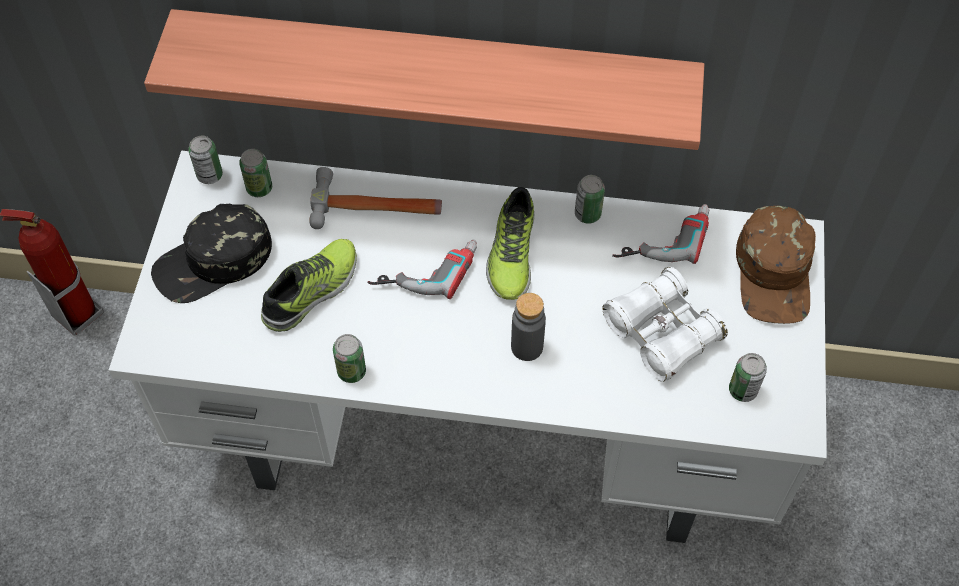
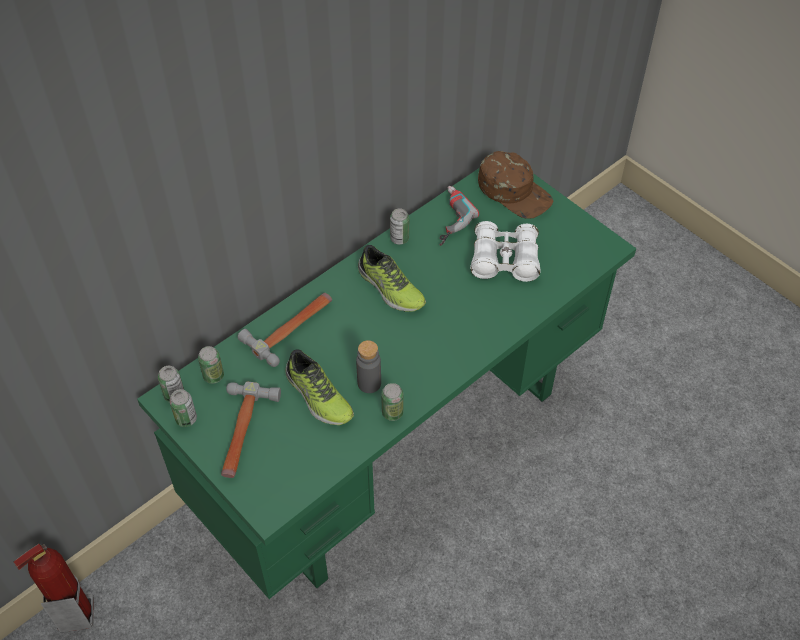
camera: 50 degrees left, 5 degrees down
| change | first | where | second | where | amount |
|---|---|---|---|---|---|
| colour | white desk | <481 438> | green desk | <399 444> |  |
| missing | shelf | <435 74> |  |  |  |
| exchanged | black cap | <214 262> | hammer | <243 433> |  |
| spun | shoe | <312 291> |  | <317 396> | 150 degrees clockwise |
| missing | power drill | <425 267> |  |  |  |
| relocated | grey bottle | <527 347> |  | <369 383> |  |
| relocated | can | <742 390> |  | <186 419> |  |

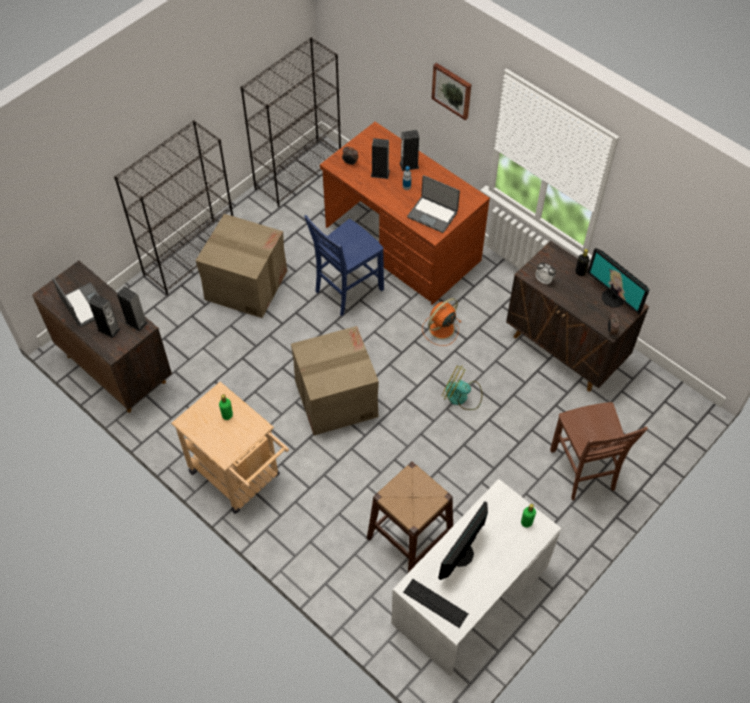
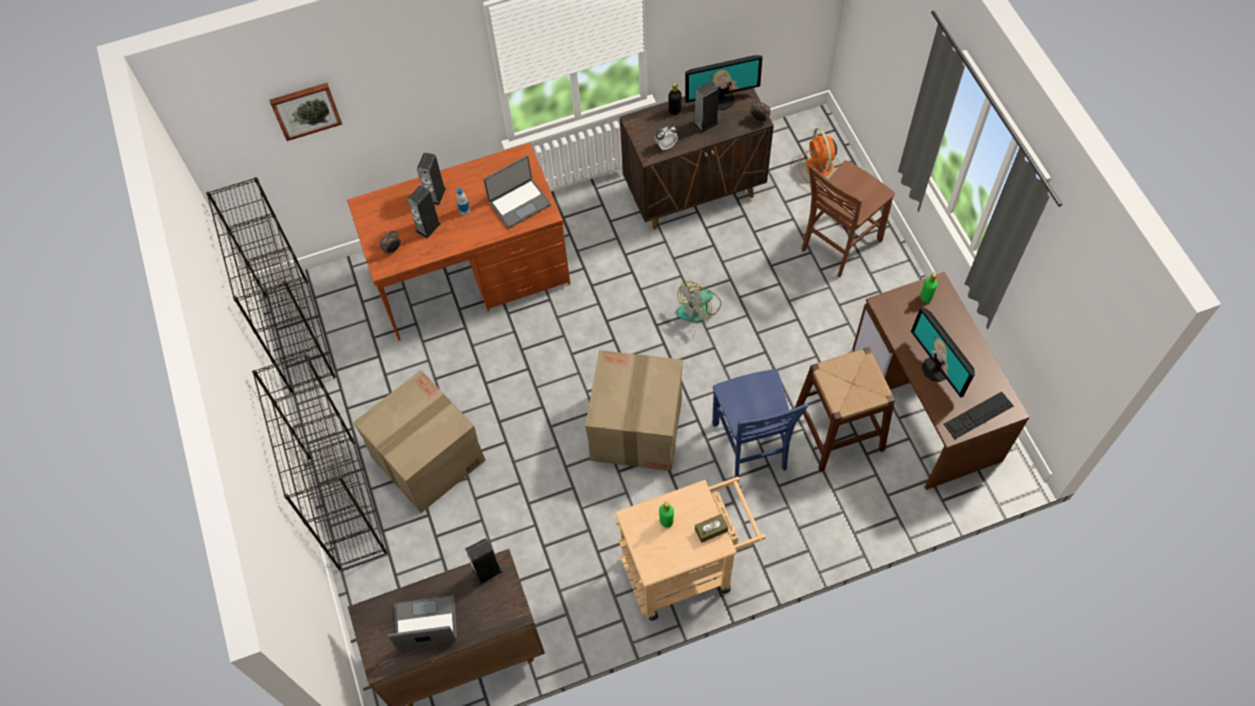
camera: 60 degrees left, 5 degrees up
| change | first | where | second | where | amount |
|---|---|---|---|---|---|
| relocated | speaker | <109 329> |  | <705 123> |  |
| relocated | blue chair | <347 290> |  | <750 447> |  |
| colour | white desk | <471 596> | brown desk | <927 404> |  |
| relocated | orange fan | <440 329> |  | <819 168> |  |
| relocated | picture | <452 90> |  | <306 110> |  |
| spun | brown chair | <583 471> |  | <838 245> | 120 degrees clockwise |
| appeared |  |  | brown tissue box | <711 530> |  |

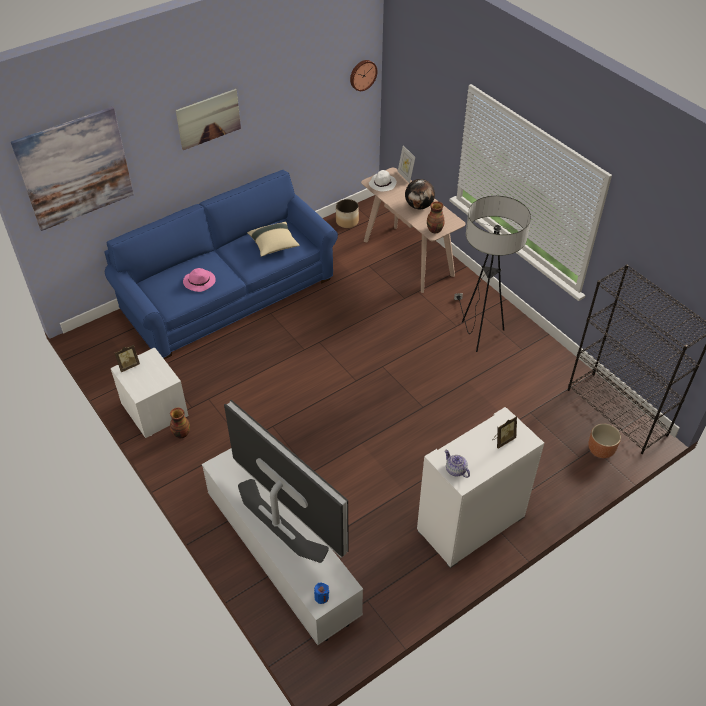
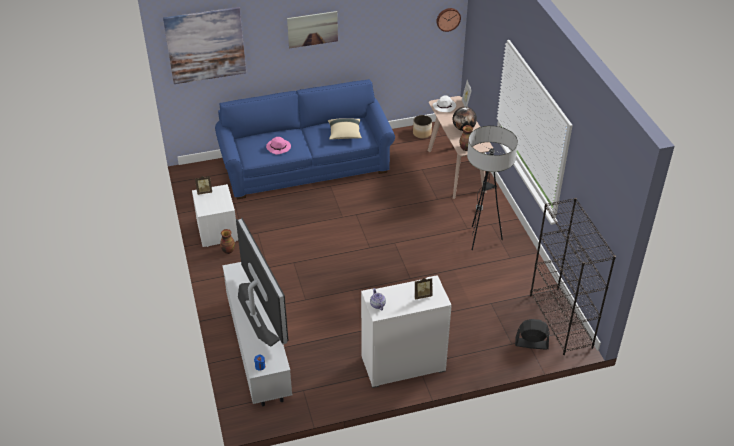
camera: 20 degrees right, 5 degrees down
| change | first | where | second | where | amount |
|---|---|---|---|---|---|
| exchanged | brown planter | <600 450> | black fan | <531 343> |  |

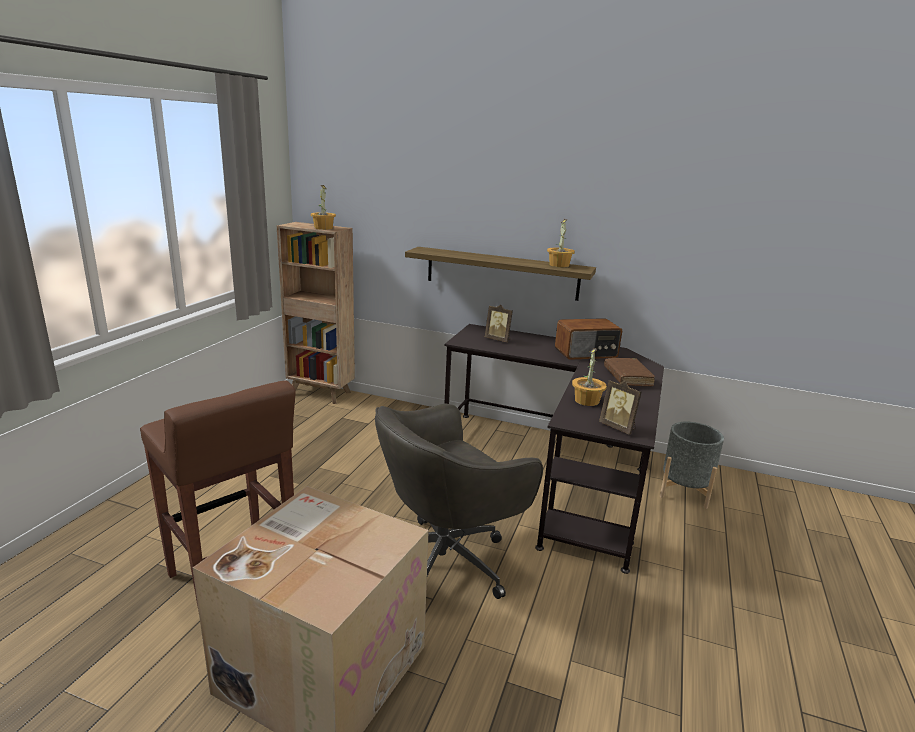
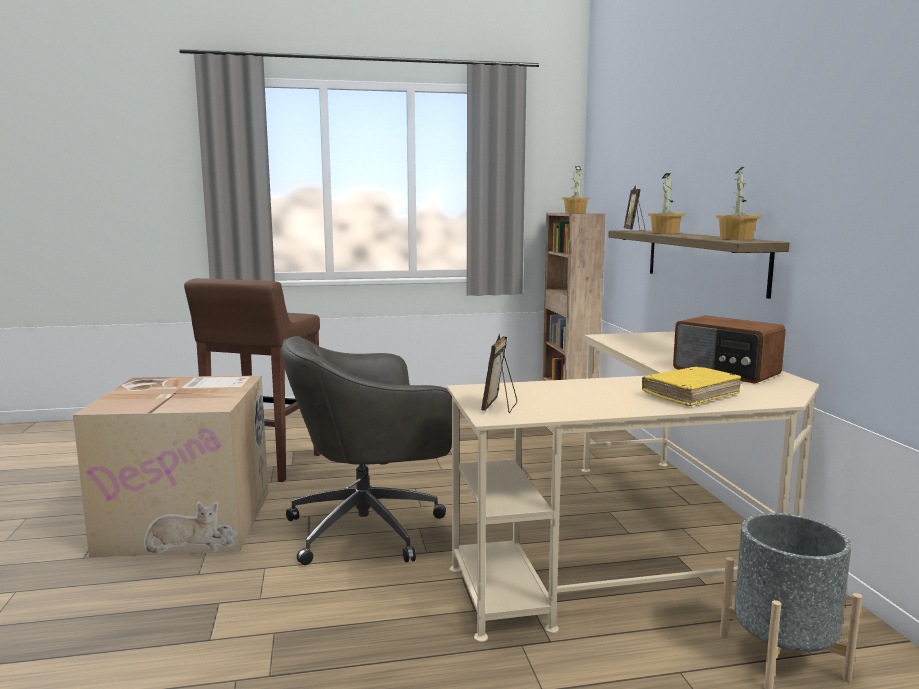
camera: 60 degrees right, 10 degrees down
| change | first | where | second | where | amount |
|---|---|---|---|---|---|
| spun | grey office chair | <446 562> |  | <370 528> | 45 degrees counterclockwise |
| colour | black desk | <558 471> | beige desk | <643 543> |  |
| relocated | picture frame | <498 339> |  | <634 230> |  |
| relocated | potted plant | <587 401> |  | <665 232> |  |
| colour | brown book | <627 377> | yellow book | <690 395> |  |

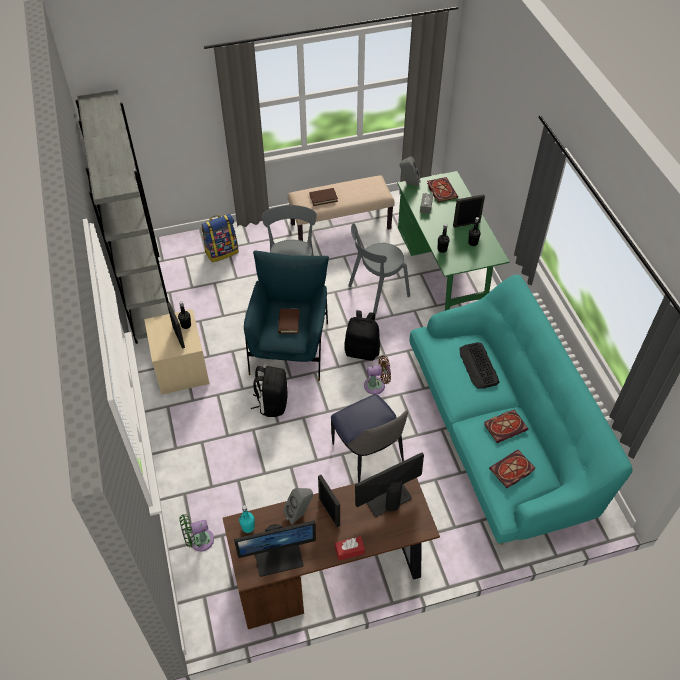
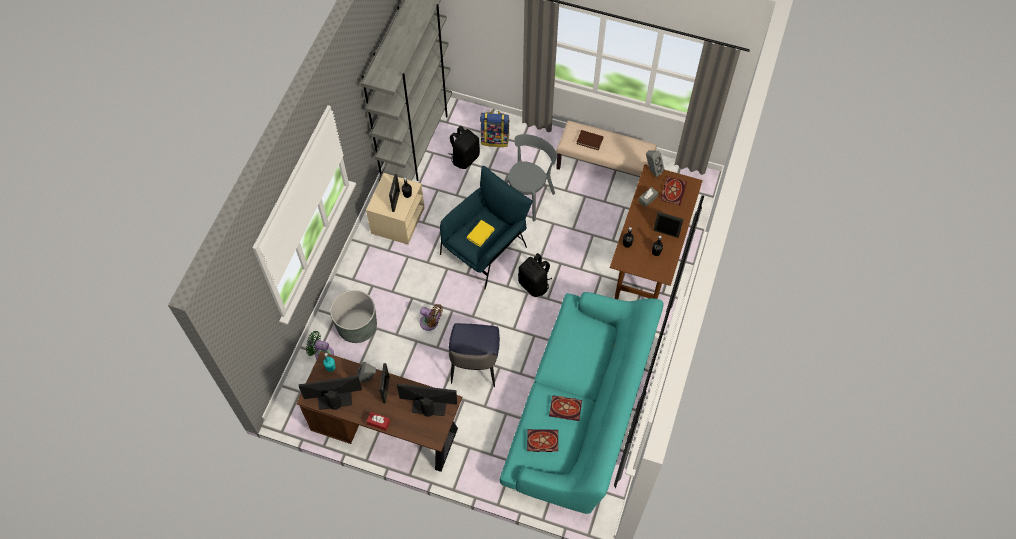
camera: 35 degrees right, 10 degrees up
| change | first | where | second | where | amount |
|---|---|---|---|---|---|
| spun | monitor | <278 557> |  | <334 398> | 150 degrees clockwise |
| relocated | black backpack | <272 403> |  | <465 158> |  |
| colour | brown book | <288 322> | yellow book | <480 234> |  |
| missing | grey chair | <376 292> |  |  |  |
| relocated | brown fan | <377 385> |  | <431 323> |  |
| colour | green desk | <443 276> | brown desk | <648 260> |  |
| missing | keyboard | <478 366> |  |  |  |
| appeared |  |  | grey planter | <357 327> |  |

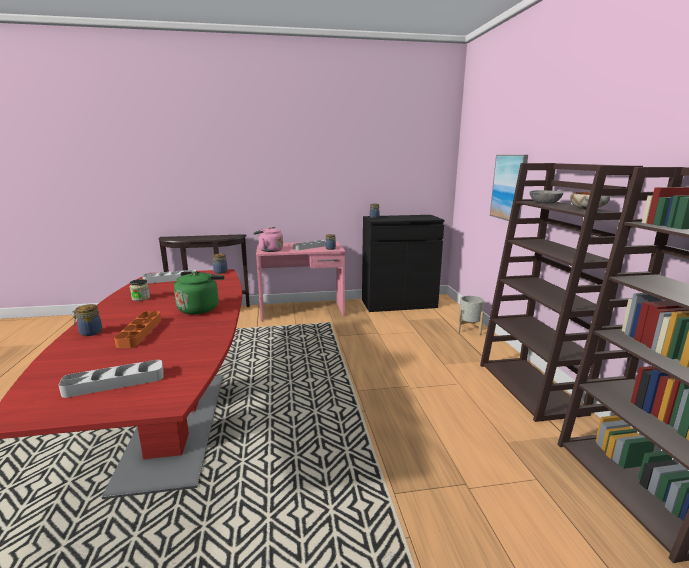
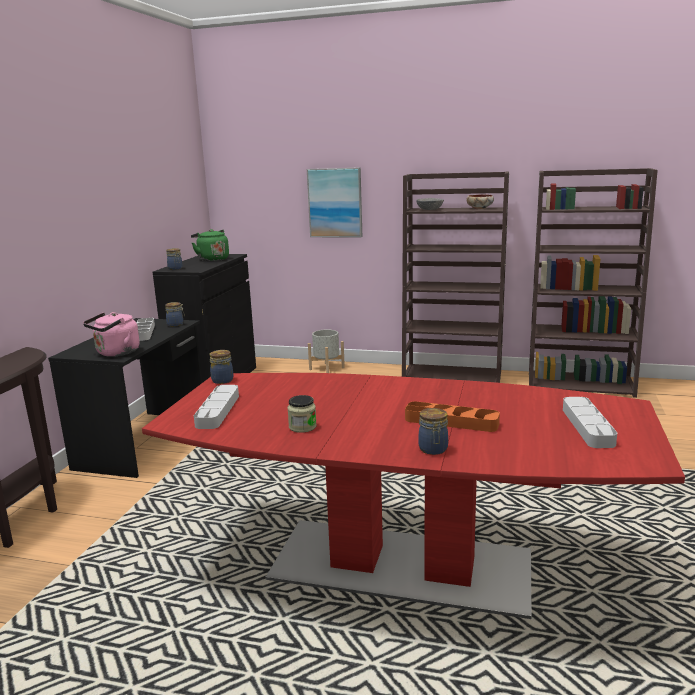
camera: 65 degrees left, 0 degrees up
| change | first | where | second | where | amount |
|---|---|---|---|---|---|
| relocated | green kettle | <200 308> |  | <212 259> |  |
| colour | pink desk | <302 311> | black desk | <145 441> |  |

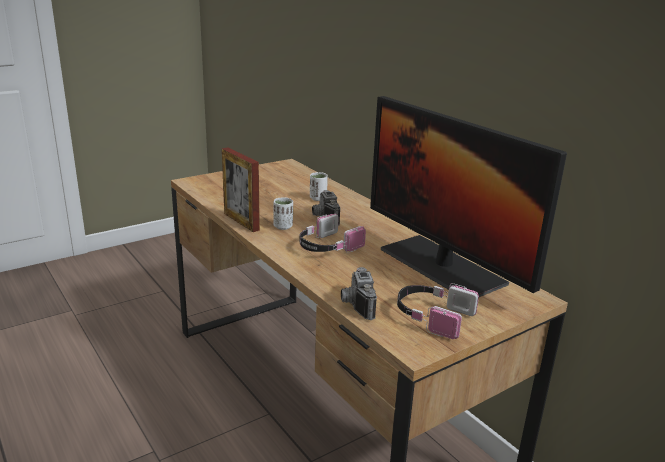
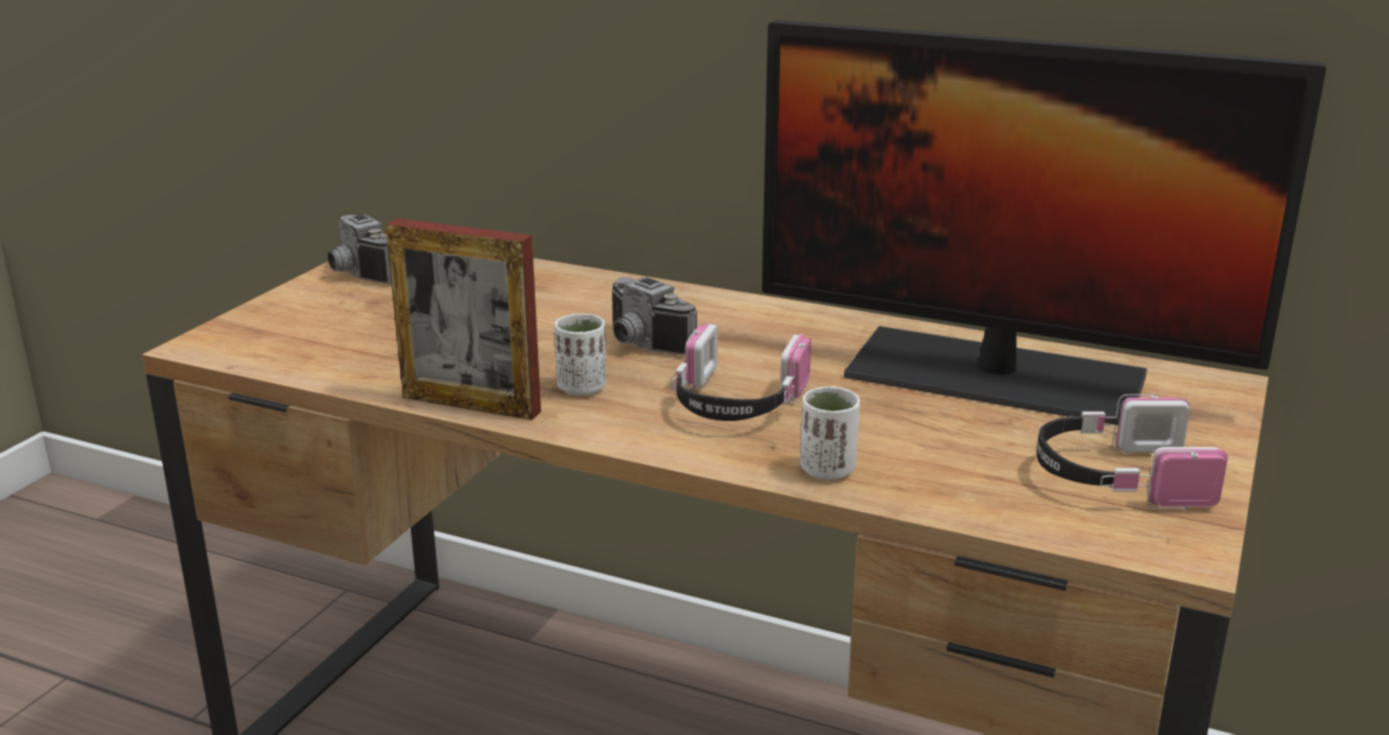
camera: 30 degrees left, 0 degrees up
| change | first | where | second | where | amount |
|---|---|---|---|---|---|
| relocated | white cup | <318 198> |  | <827 470> |  |
| relocated | photo camera | <355 305> |  | <357 275> |  |

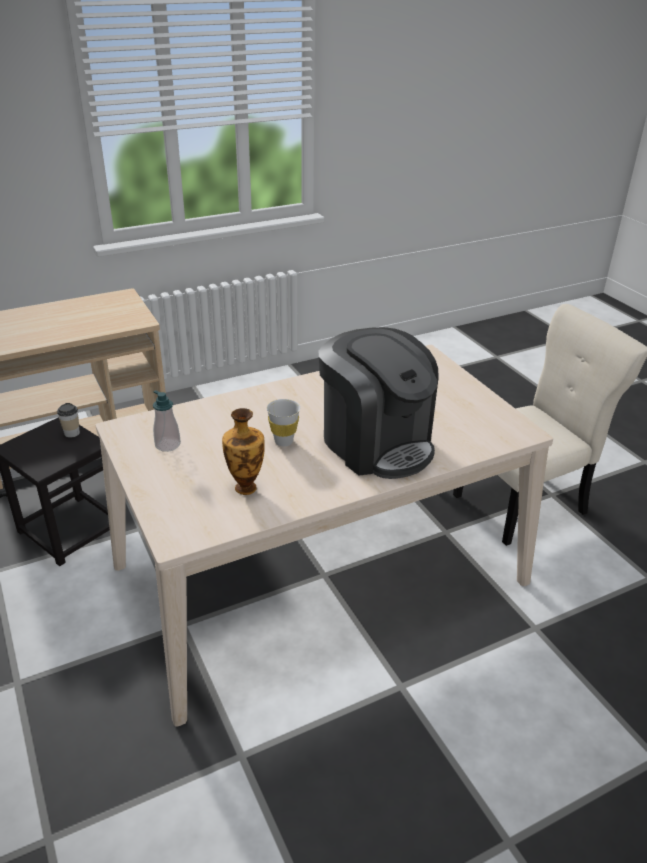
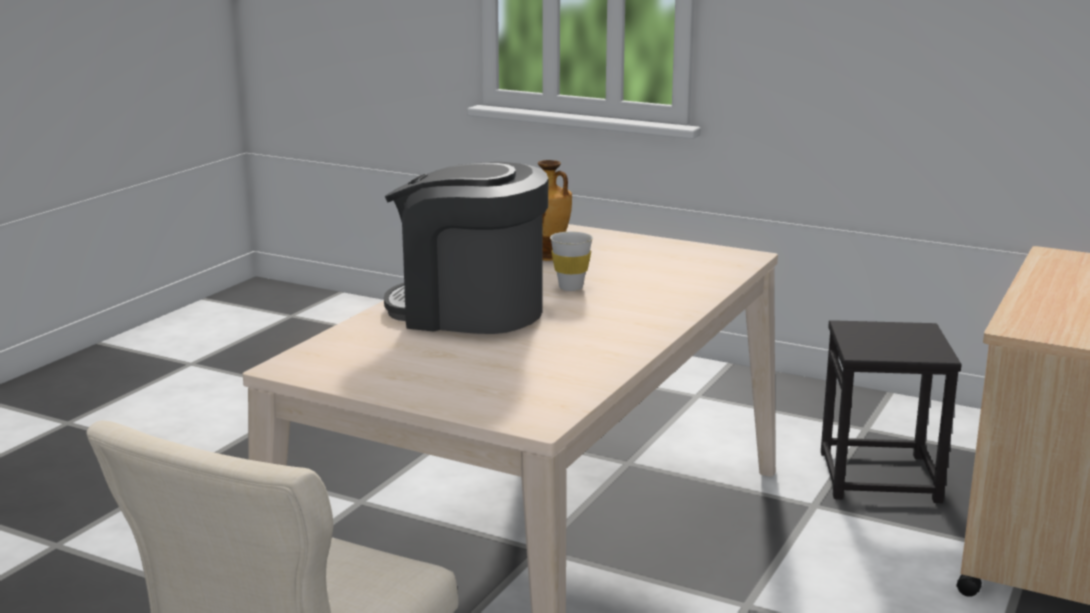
camera: 145 degrees right, 15 degrees down
| change | first | where | second | where | amount |
|---|---|---|---|---|---|
| missing | cup | <72 433> |  |  |  |
| missing | soap dispenser | <167 445> |  |  |  |

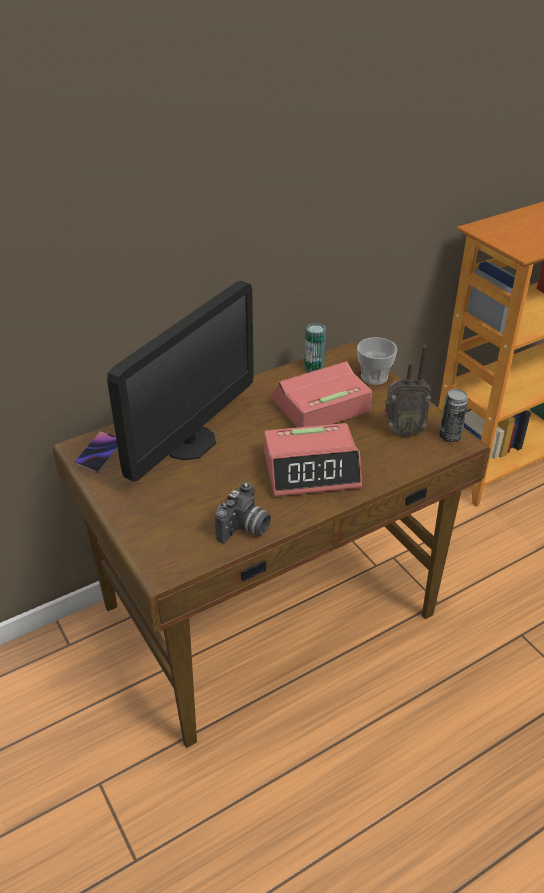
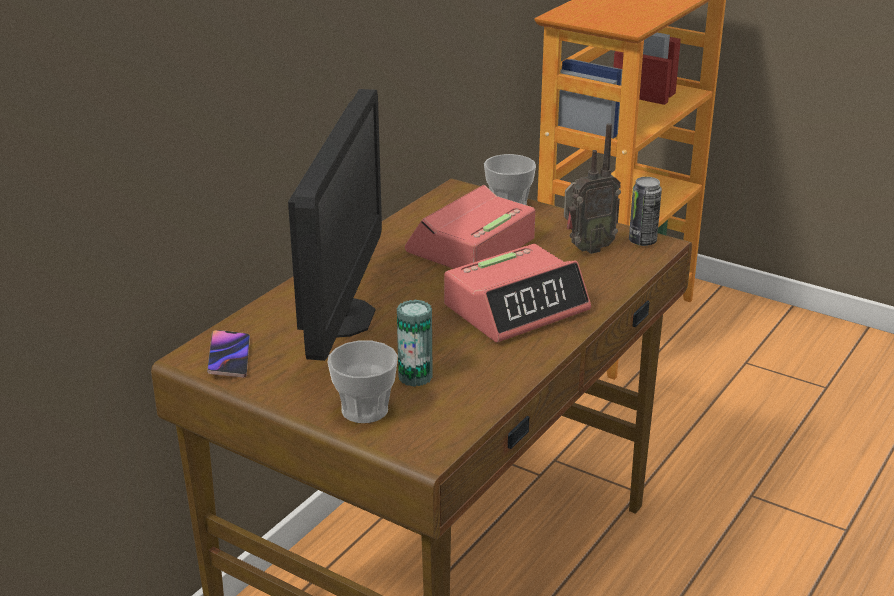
camera: 25 degrees left, 10 degrees down
| change | first | where | second | where | amount |
|---|---|---|---|---|---|
| missing | photo camera | <245 529> |  |  |  |
| relocated | can | <314 368> |  | <415 377> |  |
| appeared |  |  | cup | <364 410> |  |

